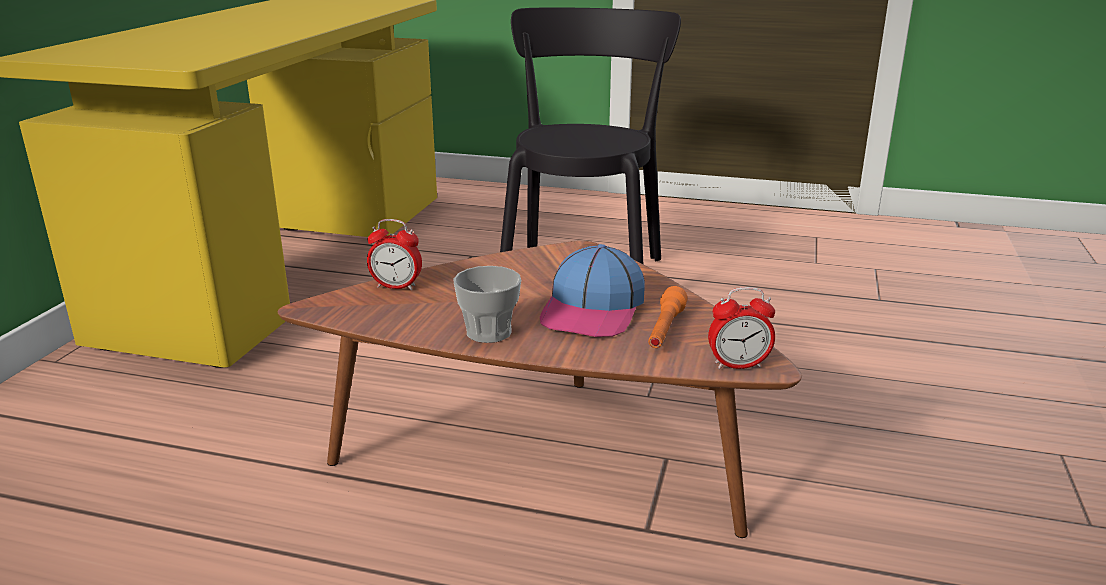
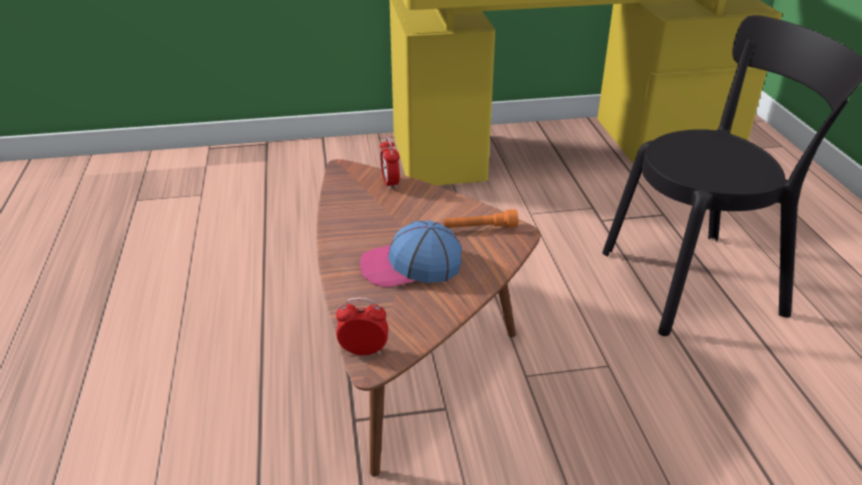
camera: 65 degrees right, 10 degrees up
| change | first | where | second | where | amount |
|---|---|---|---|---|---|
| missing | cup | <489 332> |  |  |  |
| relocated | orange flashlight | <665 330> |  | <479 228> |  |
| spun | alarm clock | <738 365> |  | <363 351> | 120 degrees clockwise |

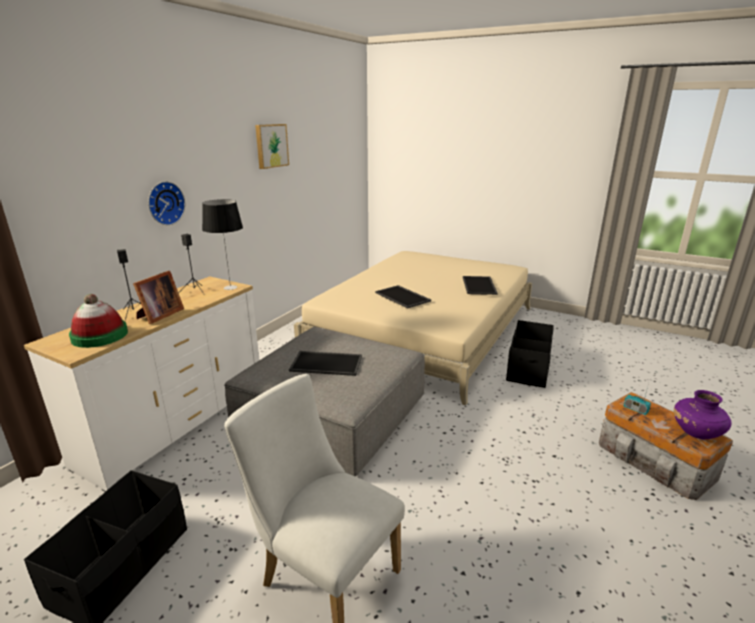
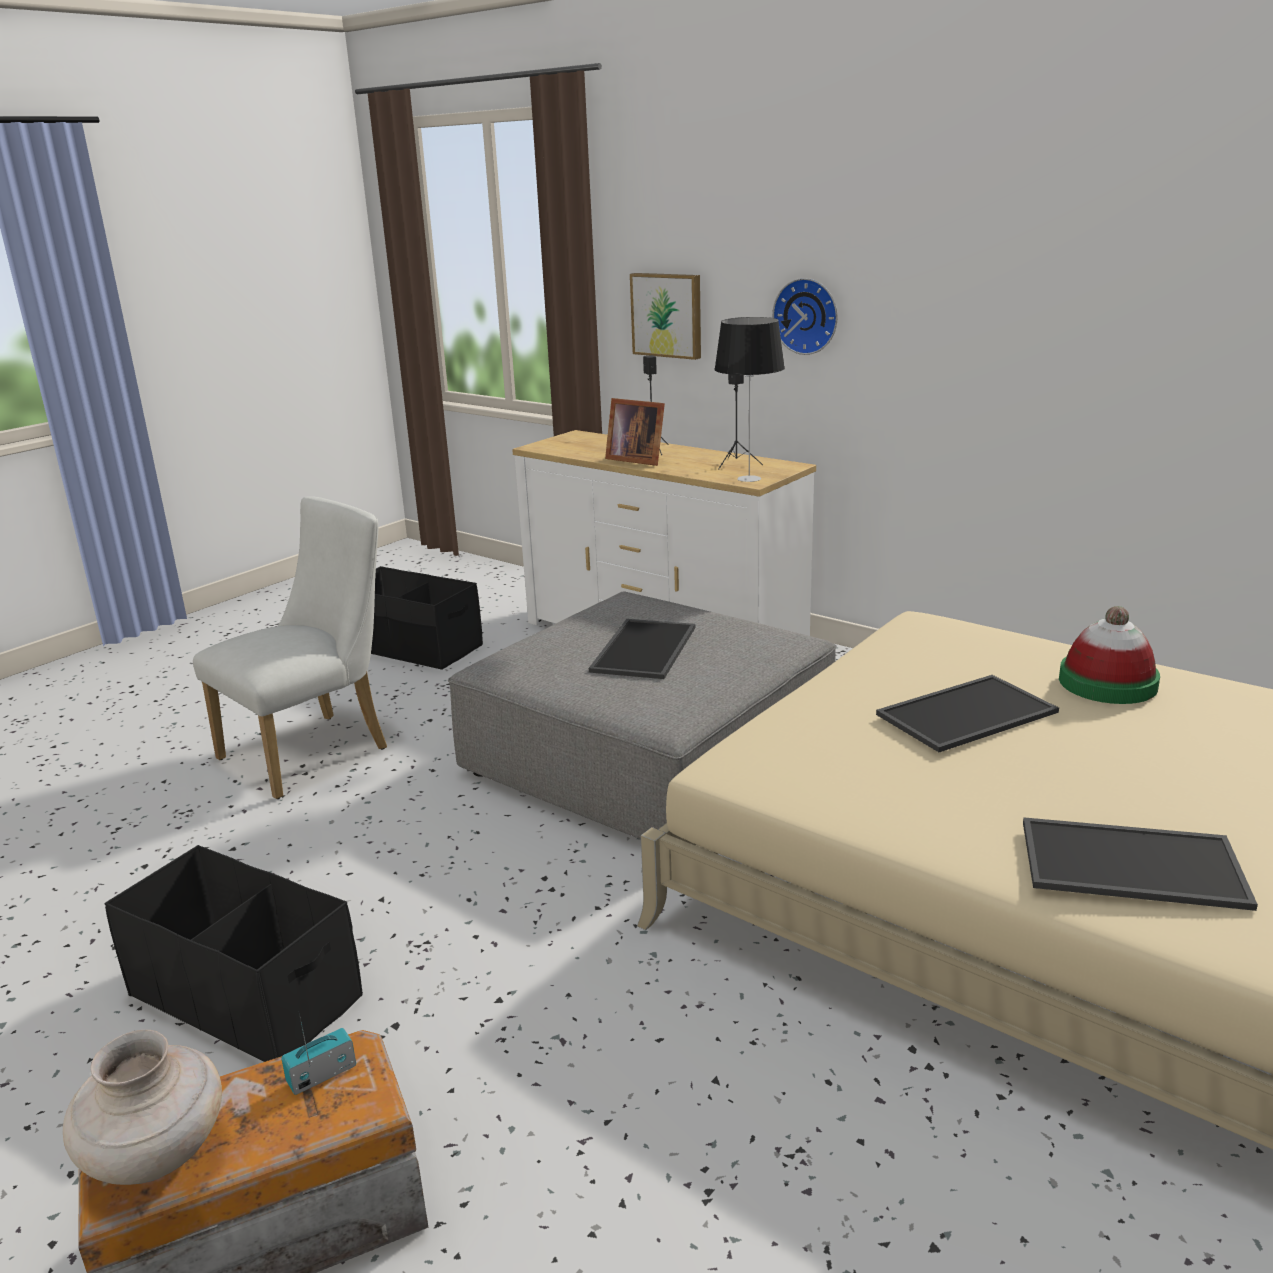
camera: 100 degrees right, 0 degrees up
| change | first | where | second | where | amount |
|---|---|---|---|---|---|
| relocated | hat | <100 336> |  | <1107 683> |  |
| relocated | picture | <271 145> |  | <668 315> |  |
| relocated | black storage box | <527 368> |  | <246 995> |  |
| colour | purple vase | <696 433> | beige vase | <156 1156> |  |

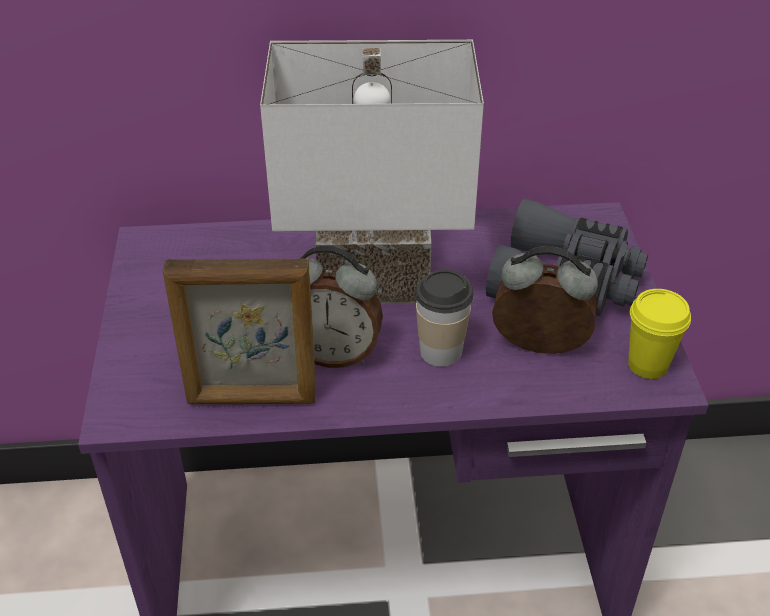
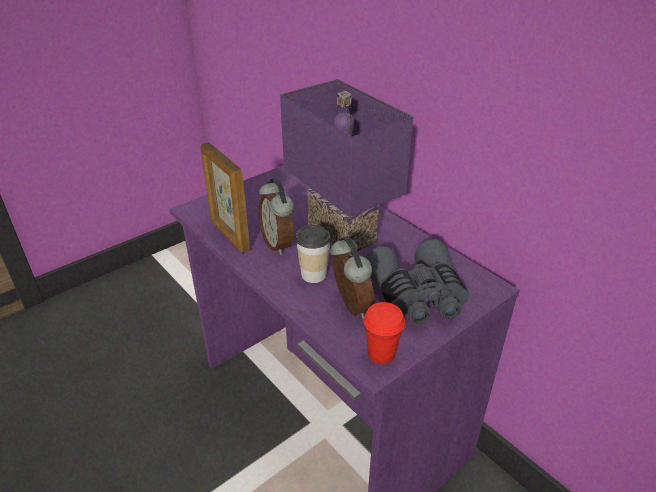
camera: 55 degrees right, 5 degrees down
| change | first | where | second | where | amount |
|---|---|---|---|---|---|
| colour | white table lamp | <375 277> | purple table lamp | <345 233> |  |
| colour | yellow cup | <647 365> | red cup | <381 354> |  |

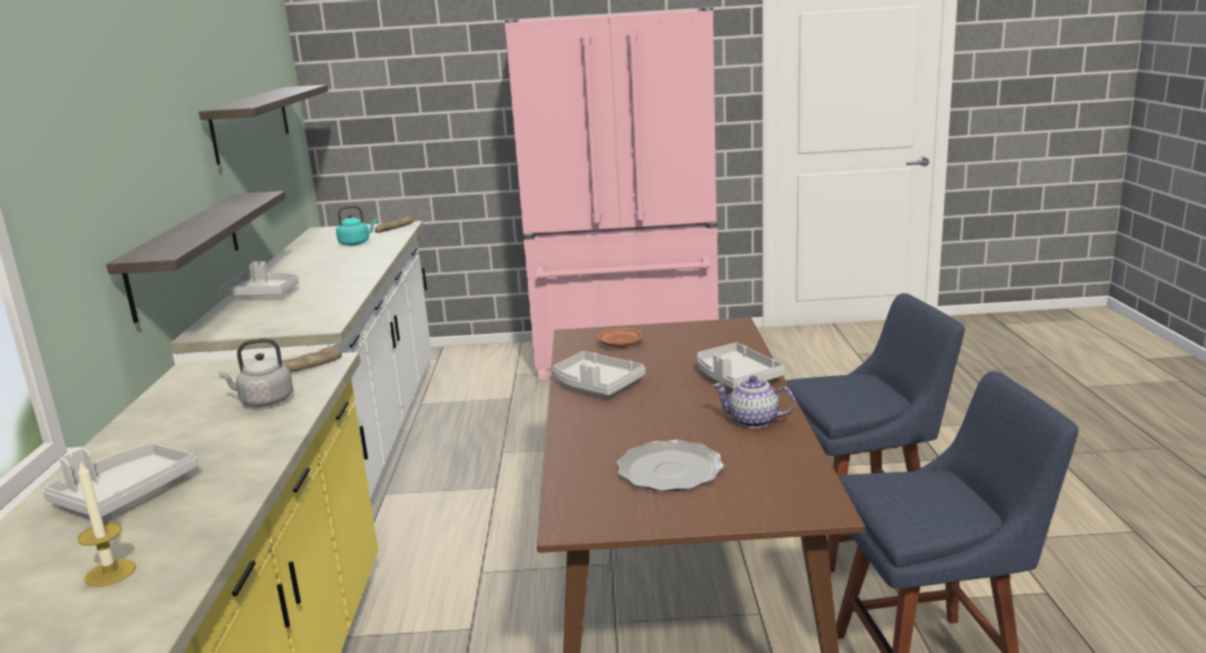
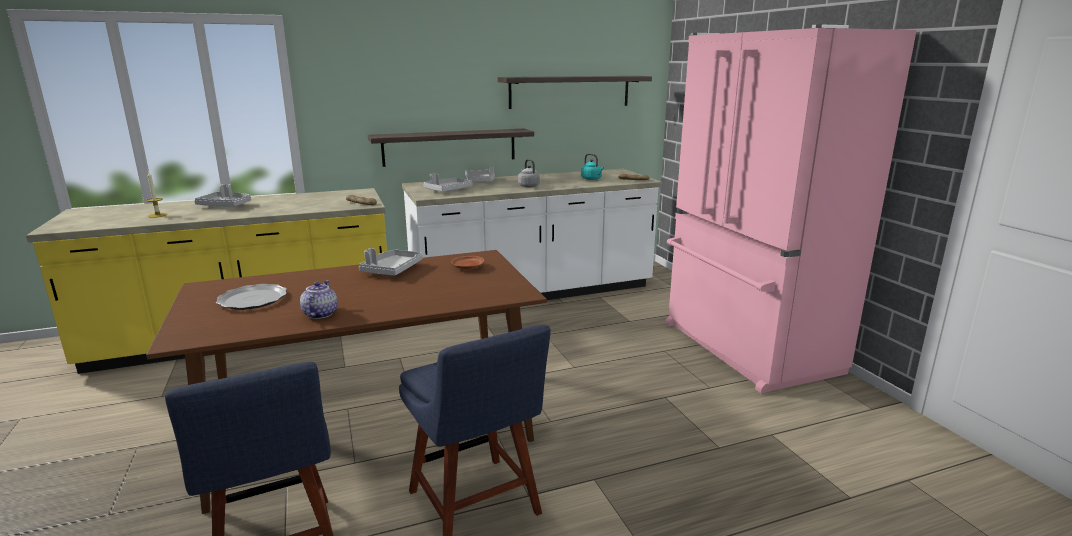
camera: 70 degrees right, 0 degrees up
| change | first | where | second | where | amount |
|---|---|---|---|---|---|
| relocated | grey kettle | <264 401> |  | <528 186> |  |
| relocated | grey tray | <735 377> |  | <448 190> |  |

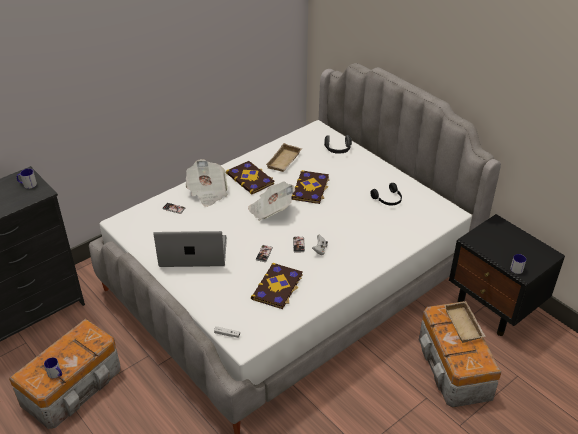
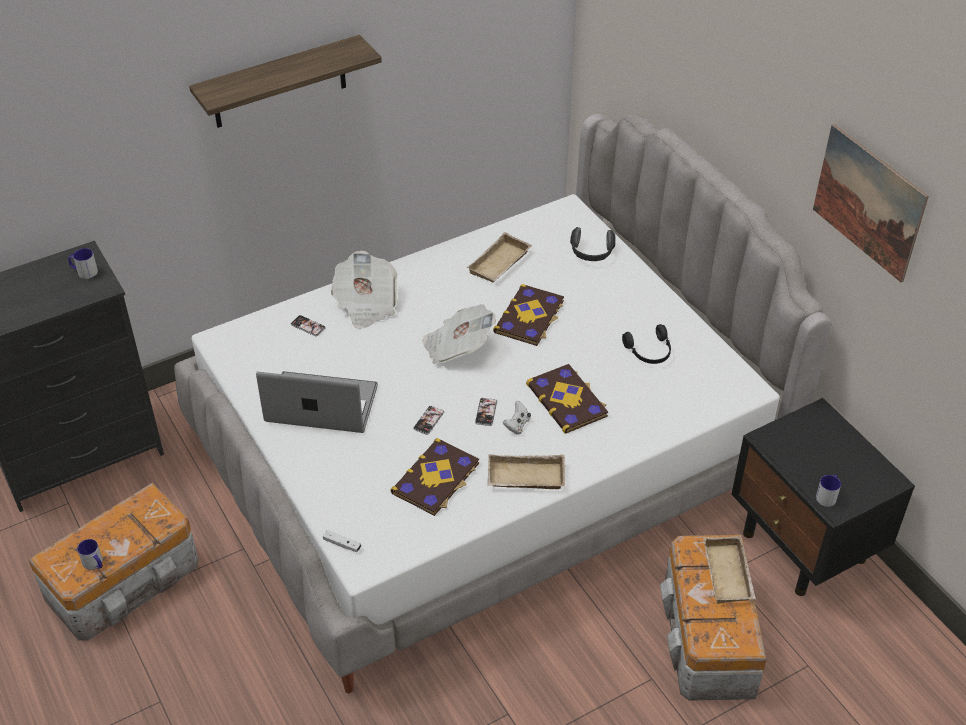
camera: 10 degrees right, 5 degrees up
| change | first | where | second | where | amount |
|---|---|---|---|---|---|
| relocated | book | <250 178> |  | <567 400> |  |
| appeared |  |  | shelf | <279 83> |  |
| appeared |  |  | beige tray | <524 478> |  |
| appeared |  |  | picture | <868 202> |  |

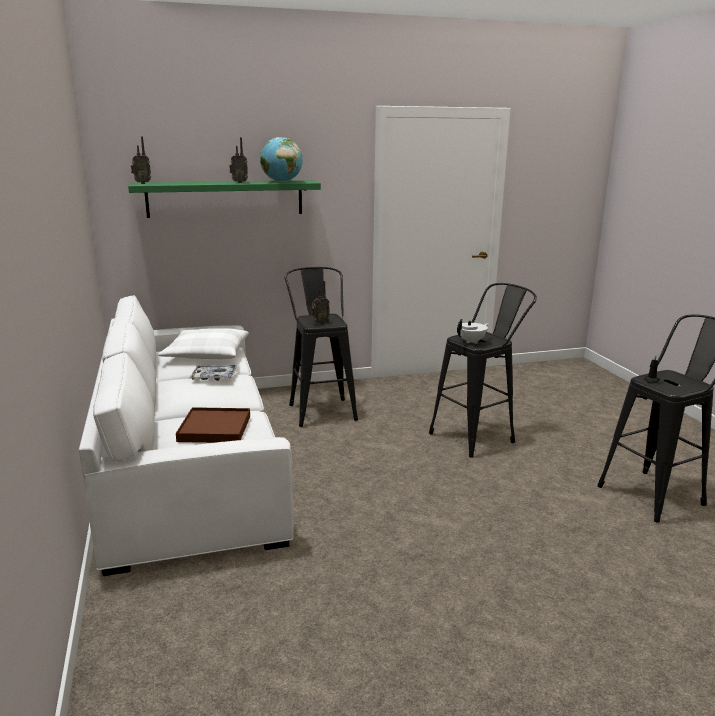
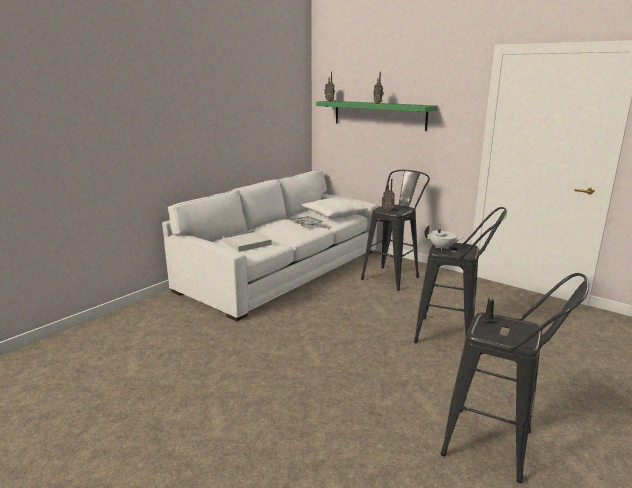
camera: 55 degrees right, 0 degrees up
| change | first | where | second | where | amount |
|---|---|---|---|---|---|
| colour | brown tray | <215 429> | white tray | <247 243> |  |
| missing | globe | <281 181> |  |  |  |

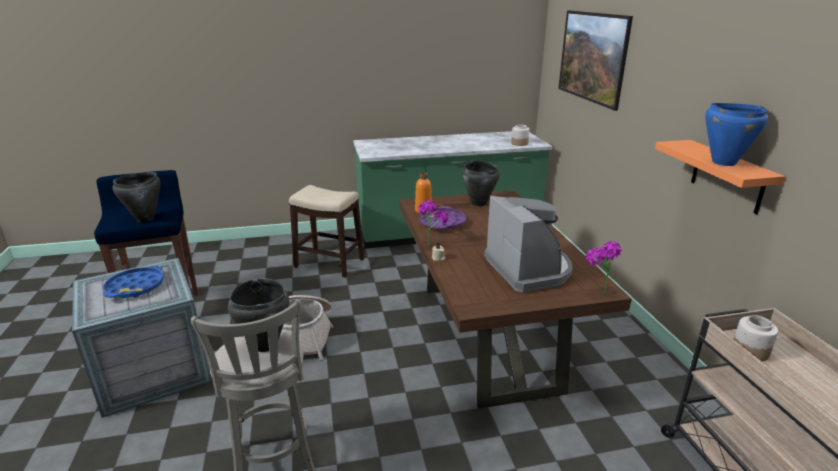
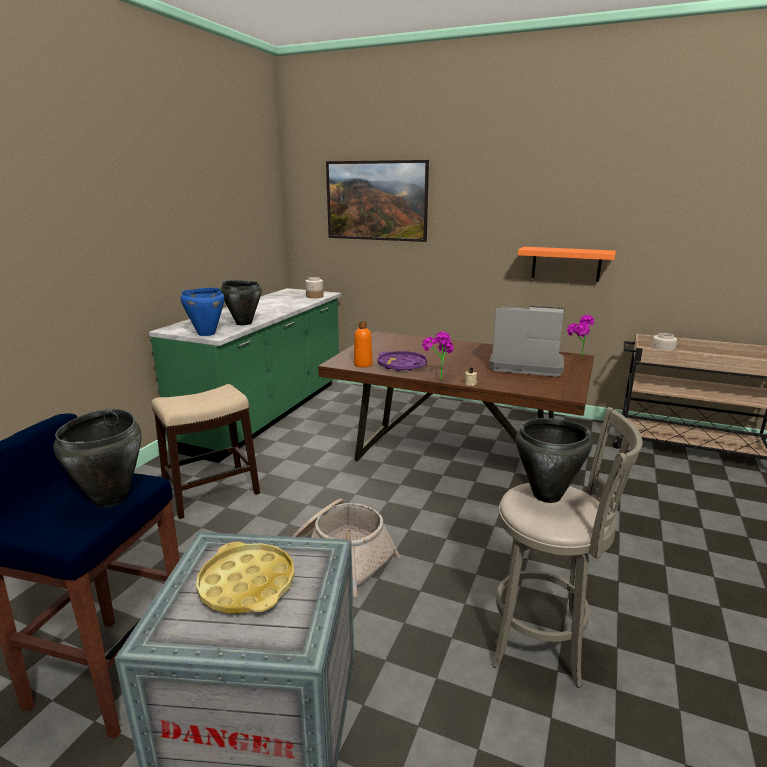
camera: 55 degrees left, 5 degrees down
| change | first | where | second | where | amount |
|---|---|---|---|---|---|
| colour | blue tray | <135 287> | yellow tray | <247 584> |  |
| relocated | black cooking pot | <479 203> |  | <243 323> |  |
| relocated | blue cooking pot | <723 162> |  | <206 334> |  |

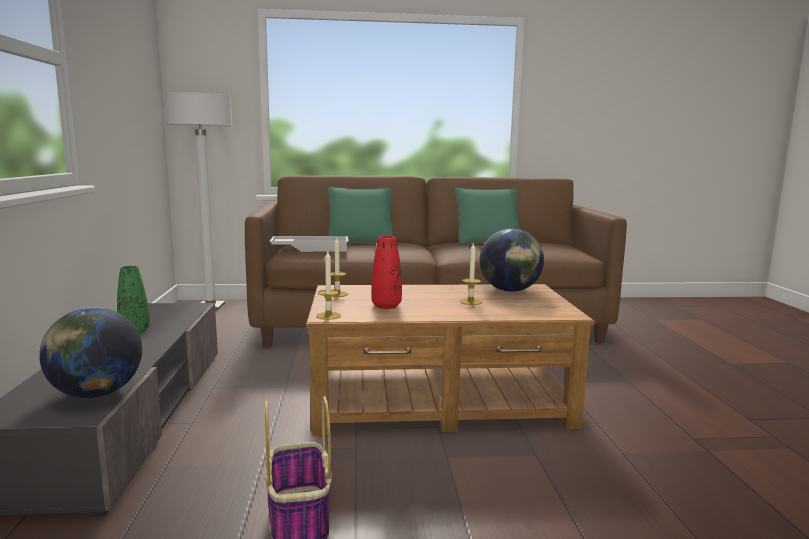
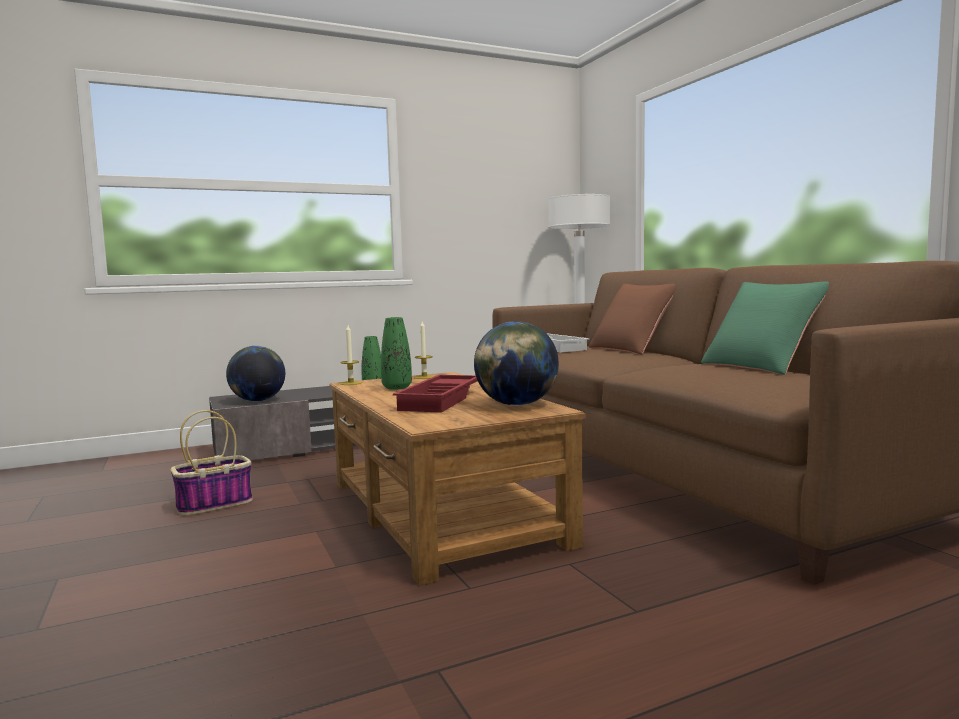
camera: 70 degrees right, 5 degrees down
| change | first | where | second | where | amount |
|---|---|---|---|---|---|
| colour | green pillow | <361 241> | brown pillow | <632 349> |  |
| colour | red vase | <386 306> | green vase | <397 387> |  |
| exchanged | candle | <470 302> | red tray | <442 400> |  |

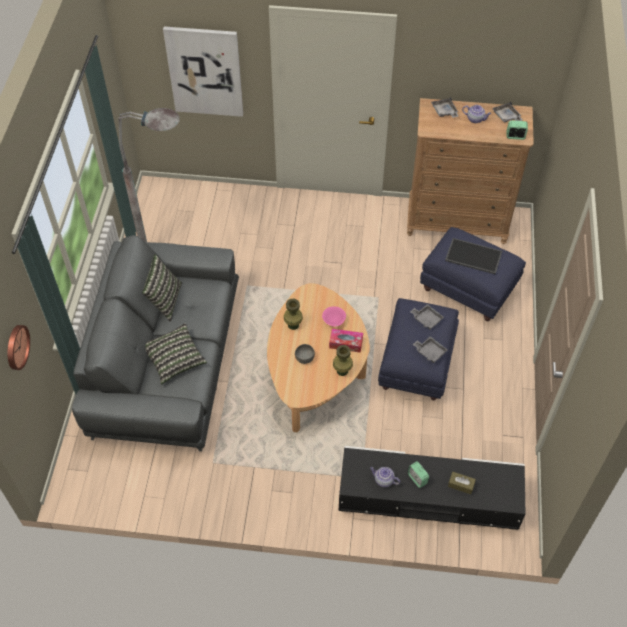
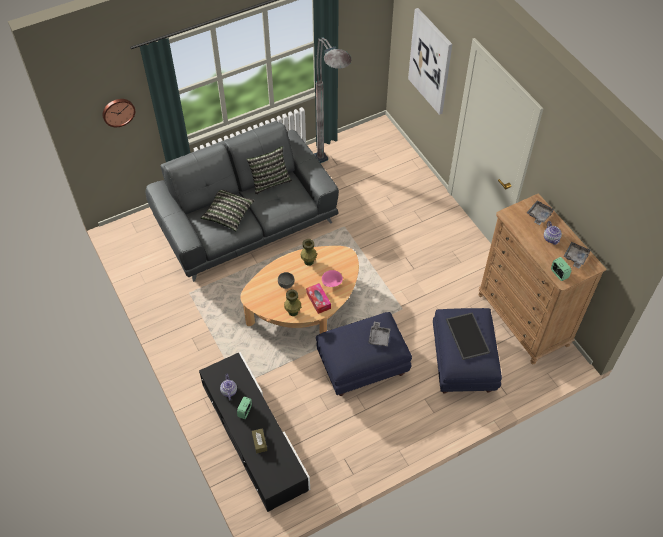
camera: 55 degrees right, 0 degrees up
| change | first | where | second | where | amount |
|---|---|---|---|---|---|
| missing | grey tray | <430 352> |  |  |  |

